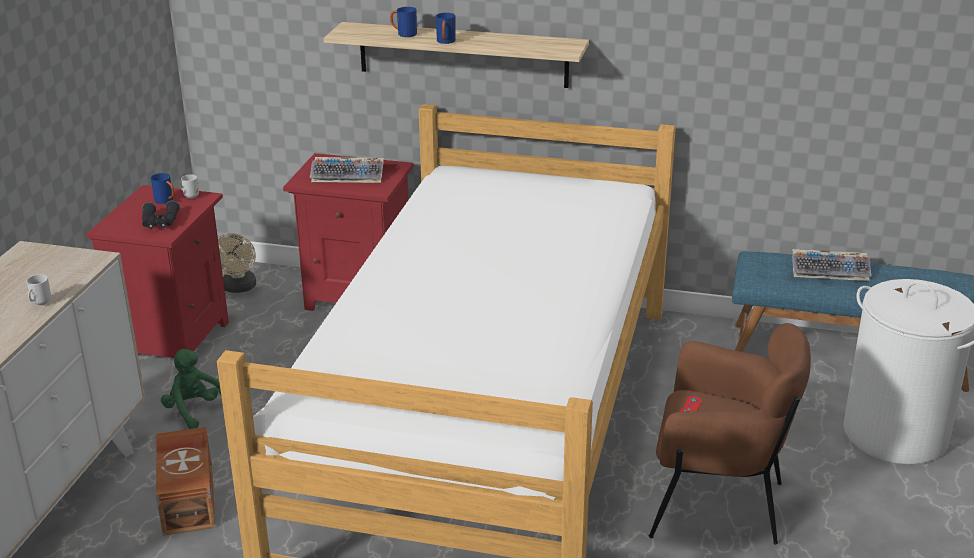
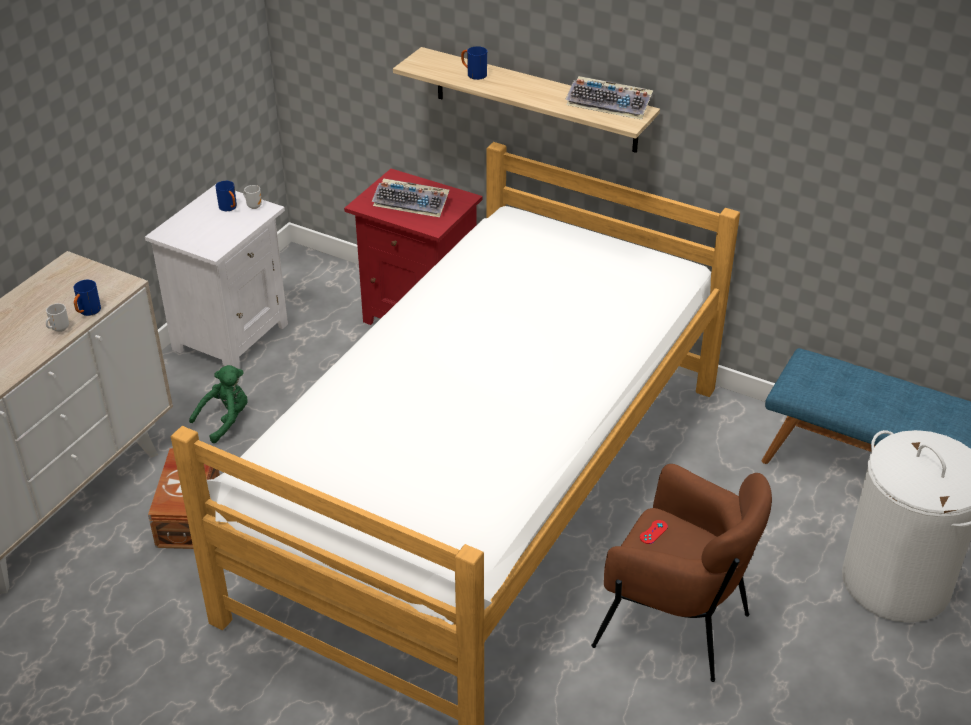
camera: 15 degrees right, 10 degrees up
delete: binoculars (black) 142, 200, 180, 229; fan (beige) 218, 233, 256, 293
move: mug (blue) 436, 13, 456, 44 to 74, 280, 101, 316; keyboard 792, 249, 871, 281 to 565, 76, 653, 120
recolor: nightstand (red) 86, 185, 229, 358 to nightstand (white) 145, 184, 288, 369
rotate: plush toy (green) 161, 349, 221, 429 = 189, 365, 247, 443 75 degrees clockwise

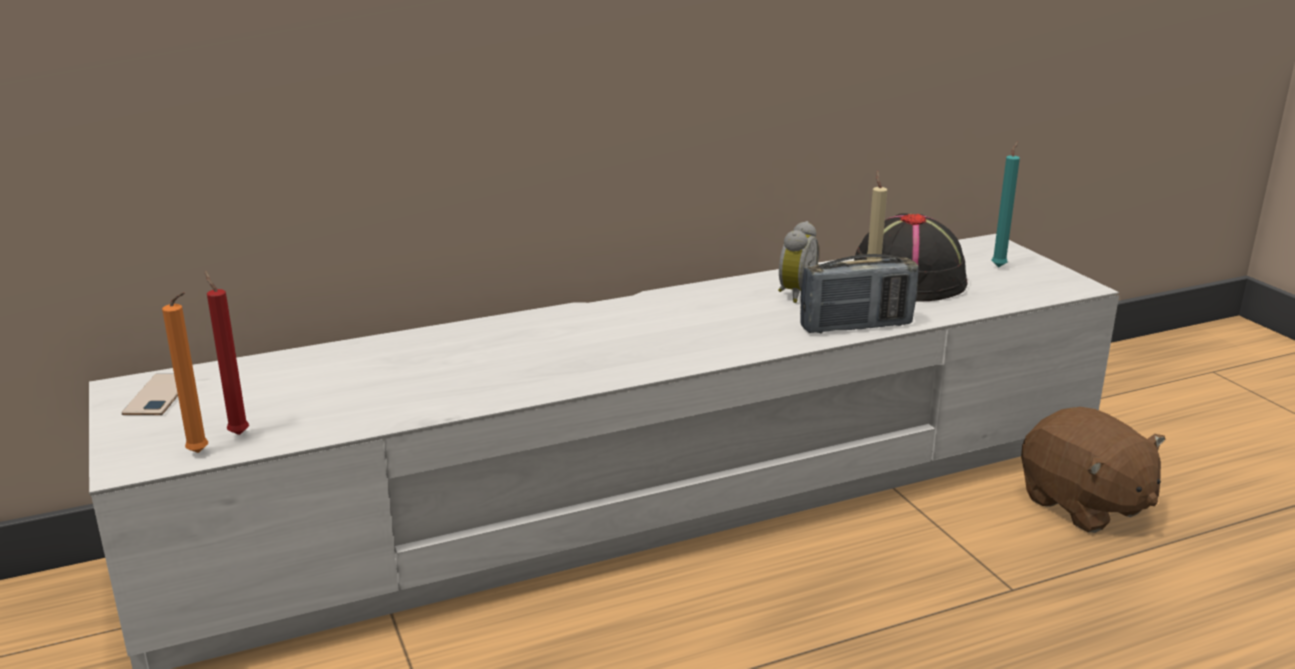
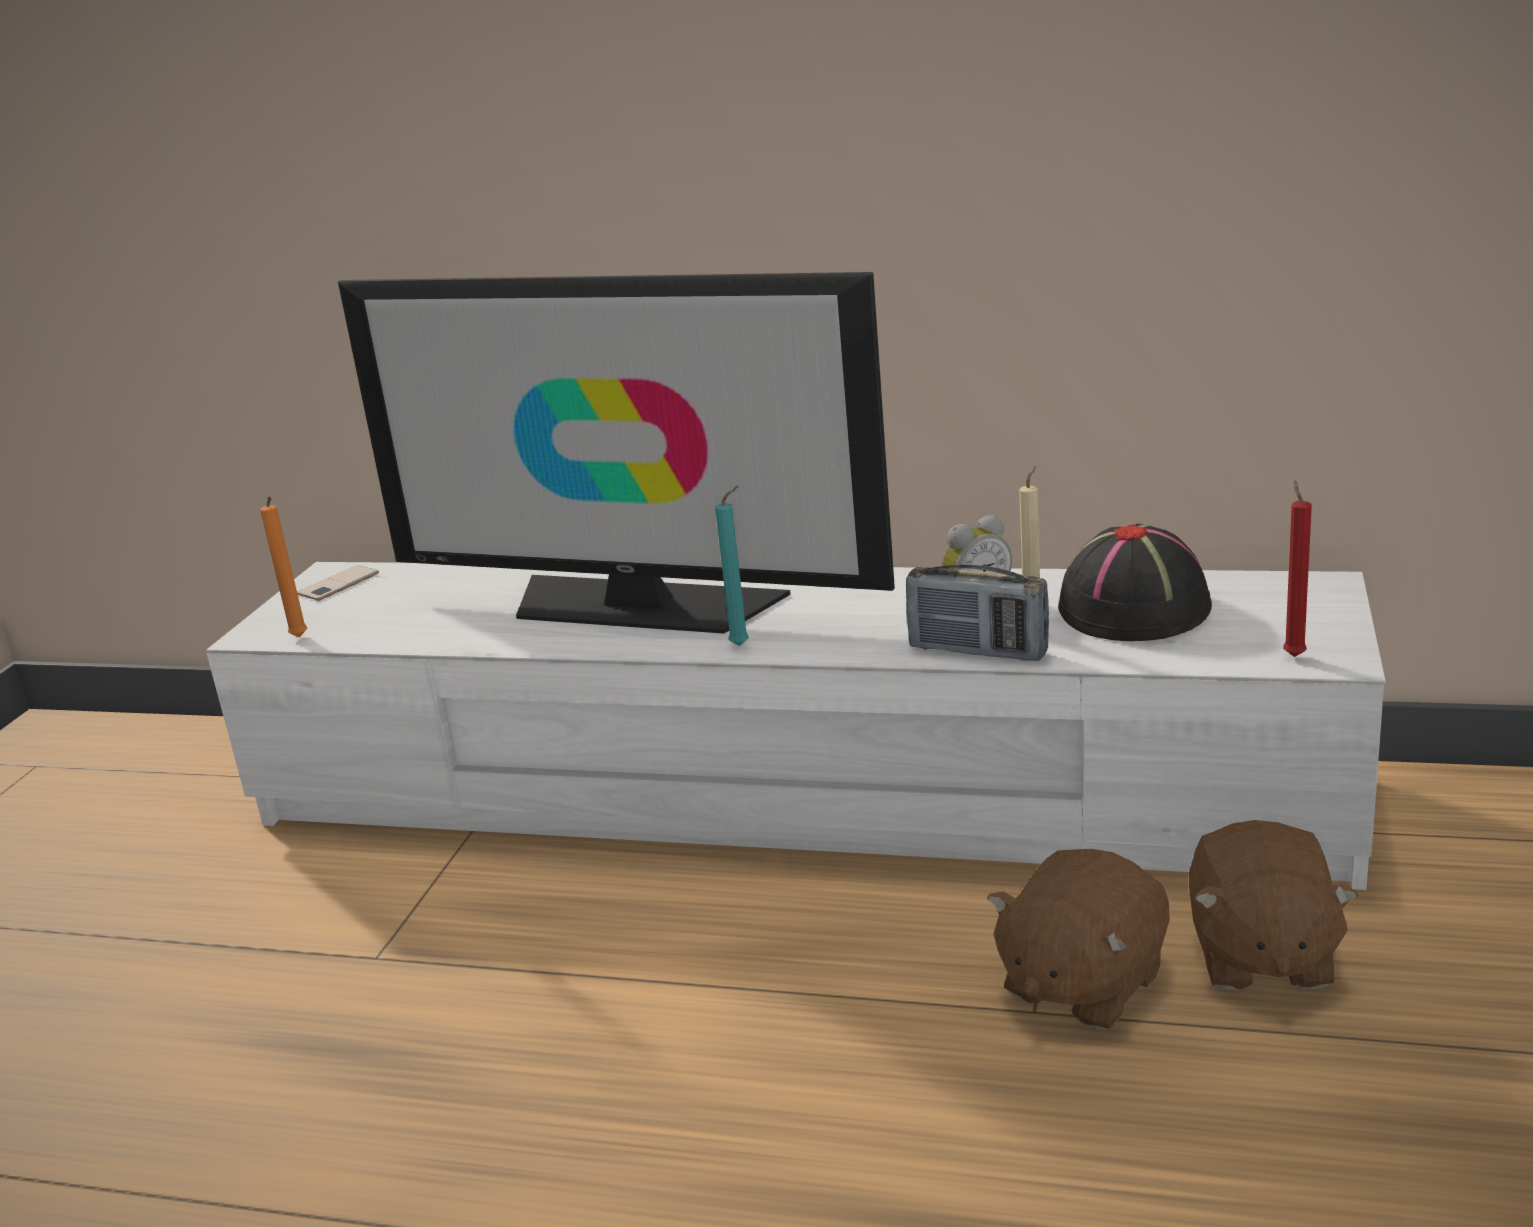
camera: 40 degrees right, 0 degrees up
insert: television 338, 272, 895, 634; plush toy (brown) 987, 849, 1170, 1030
move: candle (turquoise) 991, 141, 1020, 267 to 715, 486, 749, 646; candle (red) 204, 271, 249, 435 to 1283, 480, 1312, 657

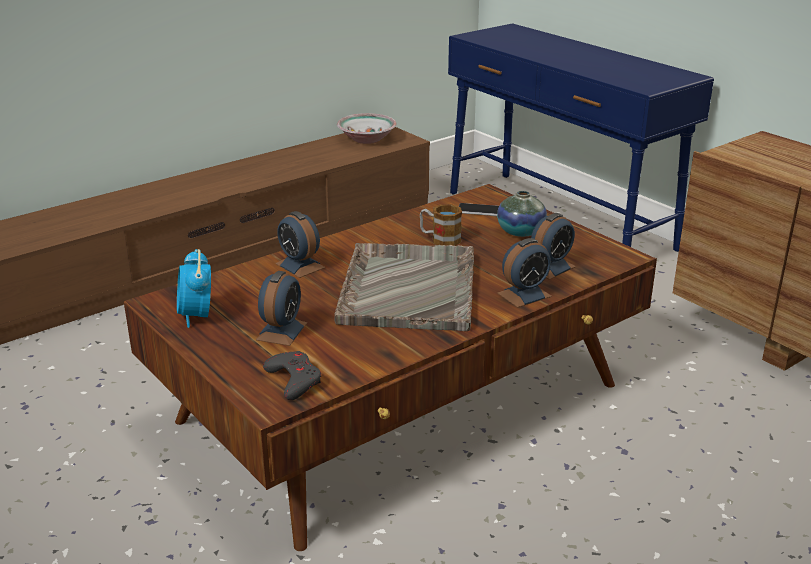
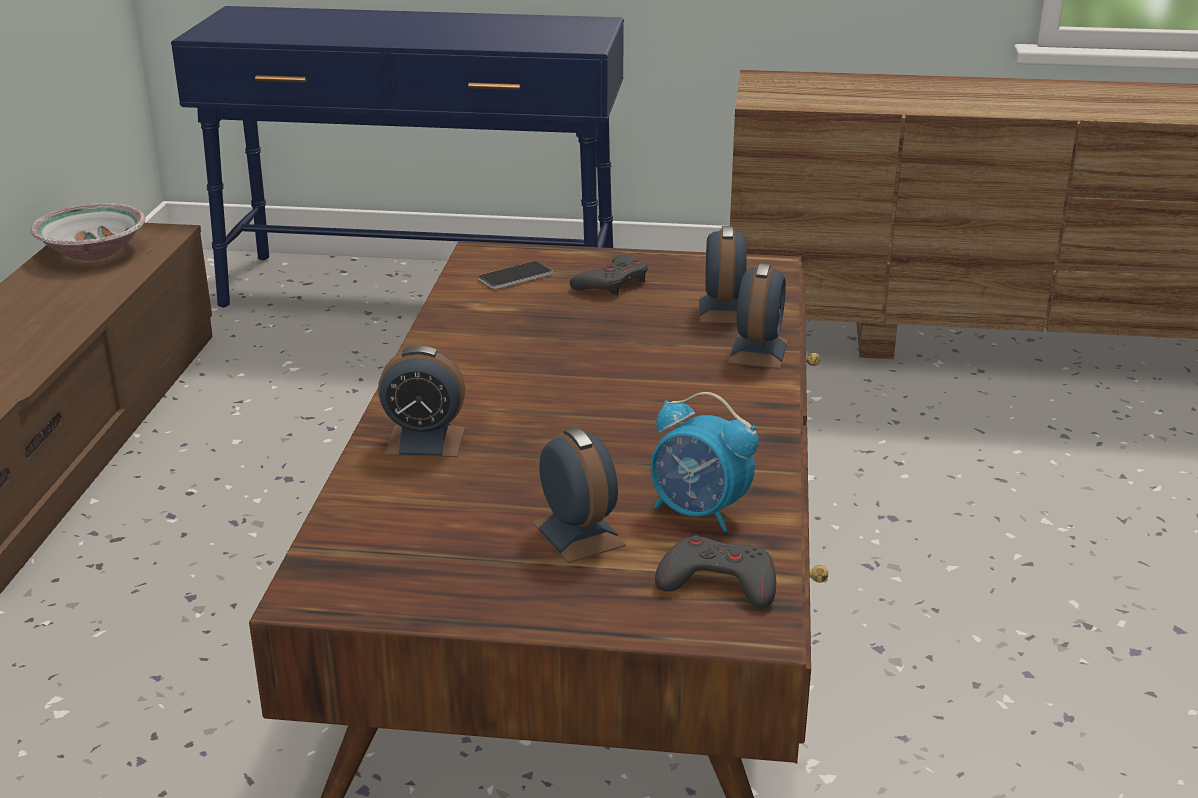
camera: 45 degrees left, 0 degrees up
delete: tray (grey) 334, 243, 474, 331; mug 420, 204, 462, 246
move: alarm clock 177, 249, 211, 328 to 650, 392, 759, 531
replace: vase 497, 191, 547, 237 to game controller (grey) 570, 255, 648, 296

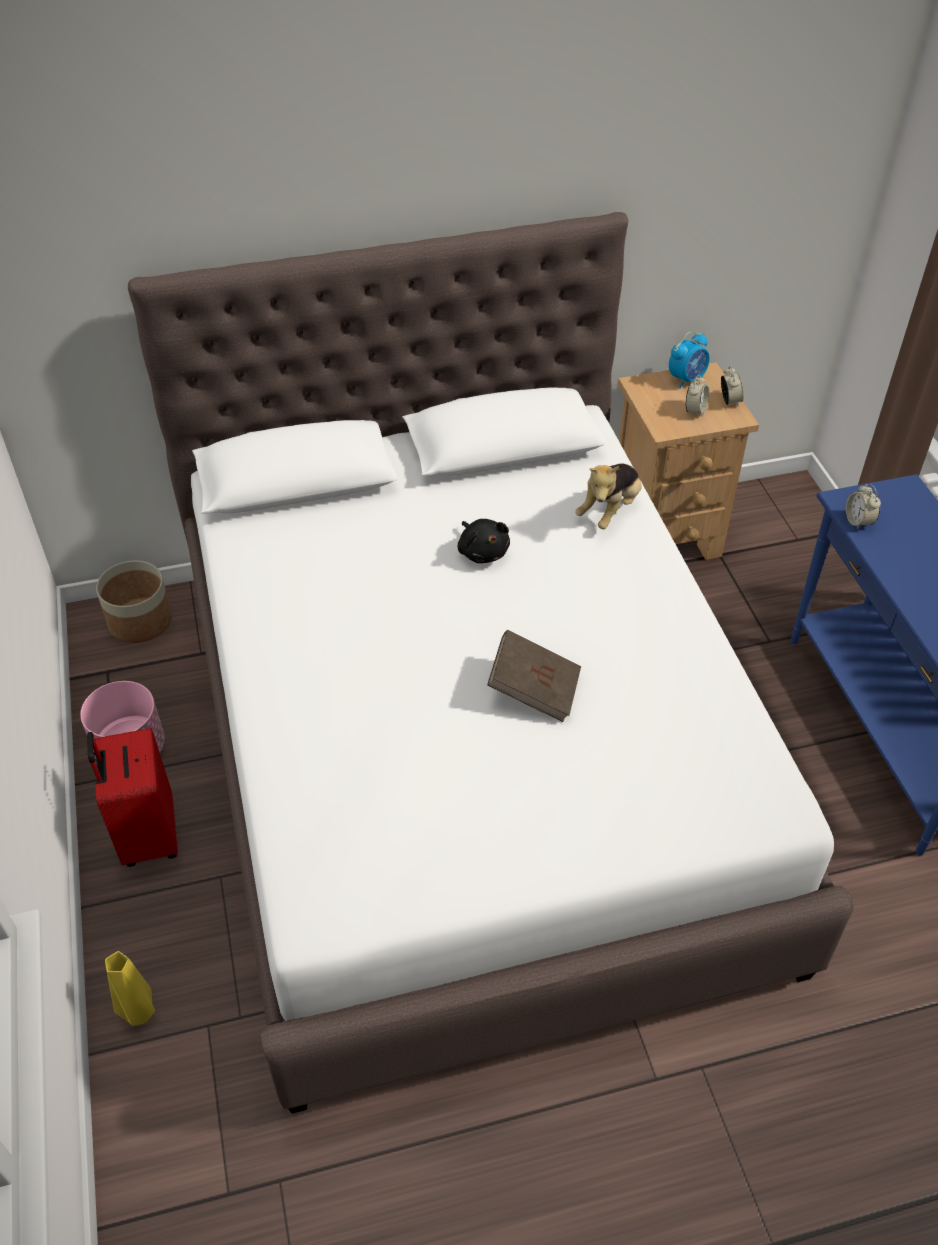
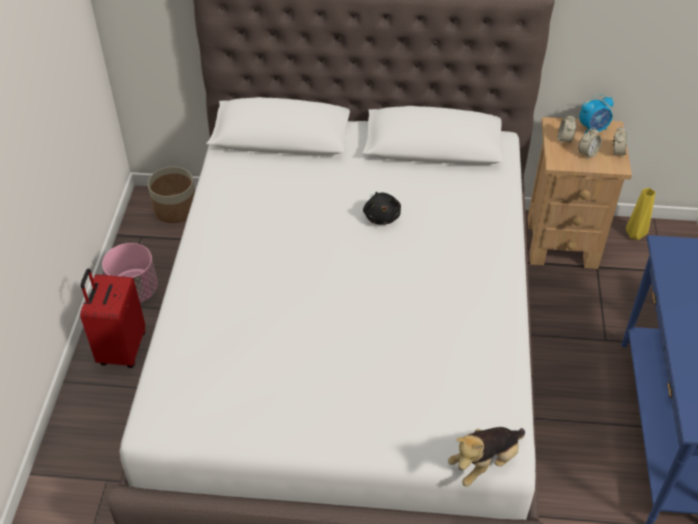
camera: 20 degrees right, 0 degrees up
delete: book (brown) 487, 630, 581, 722
move: plush toy 575, 463, 642, 529 to 448, 427, 525, 487; alarm clock 846, 484, 881, 530 to 558, 115, 576, 144; vase (yellow) 105, 951, 155, 1026 to 626, 188, 656, 240

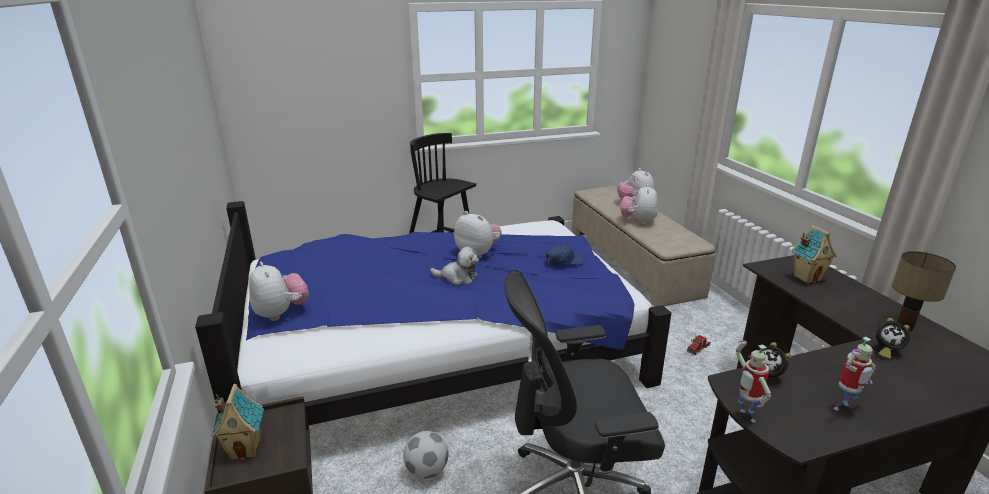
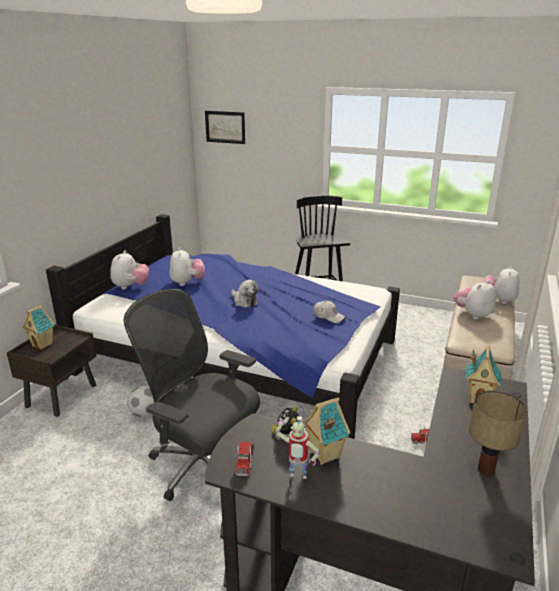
camera: 40 degrees right, 0 degrees up
delete: toy robot 736, 340, 771, 423; alarm clock 876, 318, 910, 359
insert: picture 205, 111, 245, 144; toy truck 235, 442, 254, 476; toy house 303, 397, 350, 465
move: plush toy 454, 211, 502, 259 to 170, 247, 205, 286
recolor: cap (blue) 546, 243, 584, 265 to cap (white) 313, 301, 345, 323

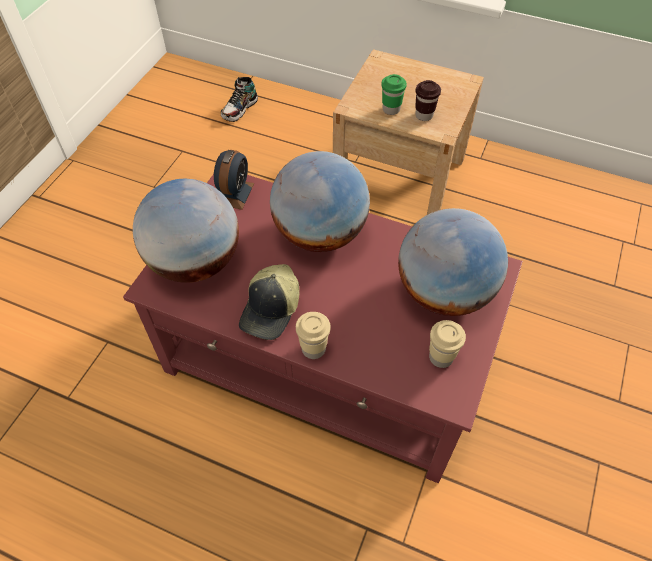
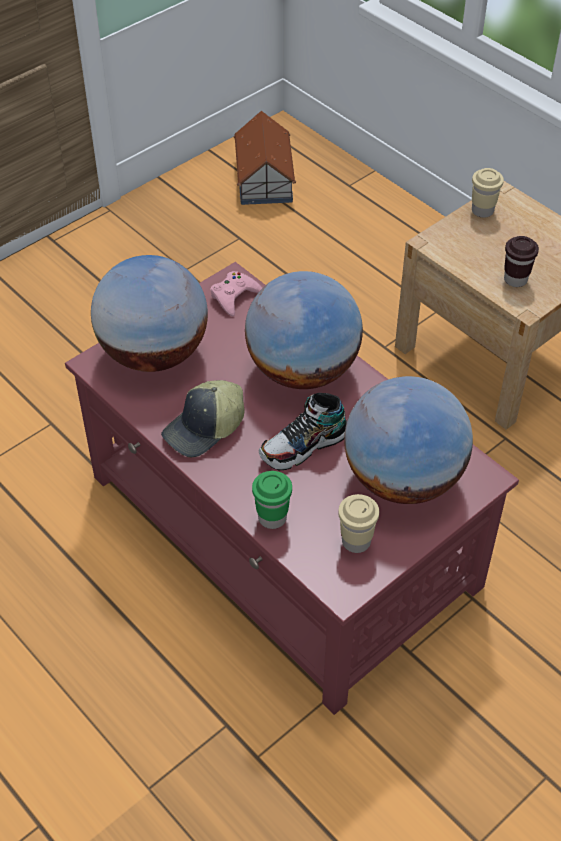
camera: 25 degrees right, 5 degrees down
insert: toy house 233, 111, 296, 205
move: cup (green) 381, 74, 407, 115 to 252, 471, 292, 529; shoe 221, 77, 258, 122 to 259, 393, 347, 470; cup (beige) 296, 312, 330, 359 to 472, 168, 504, 218
replace: alarm clock 214, 150, 254, 210 to game controller (pink) 210, 271, 262, 316

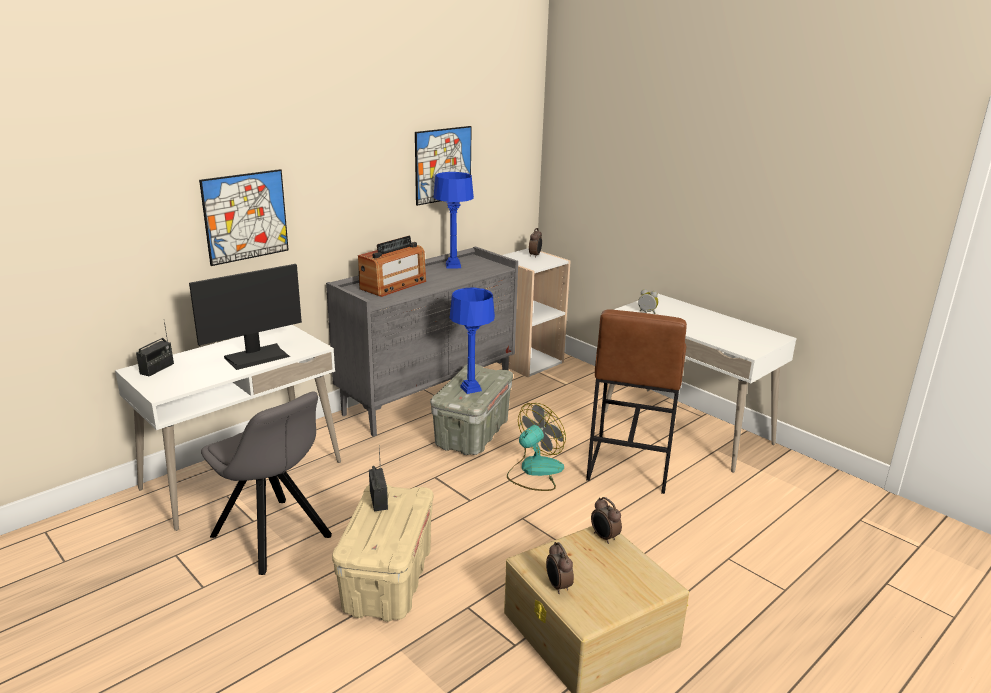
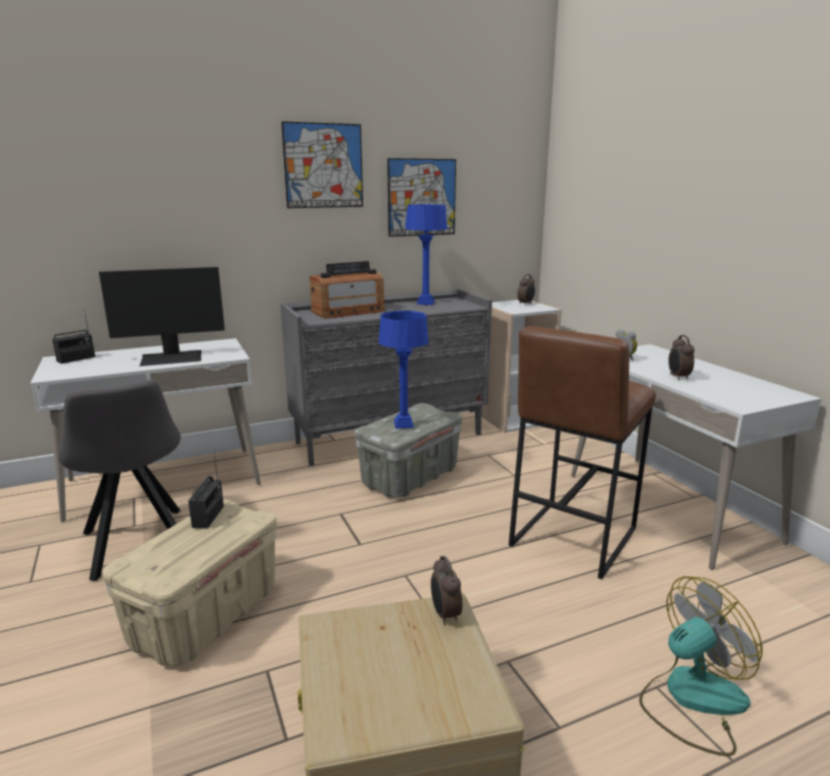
camera: 20 degrees right, 5 degrees down
move: picture 199, 169, 289, 266 to 281, 121, 363, 208; fan 507, 403, 566, 491 to 639, 576, 762, 756; alarm clock 546, 542, 574, 594 to 668, 335, 694, 380

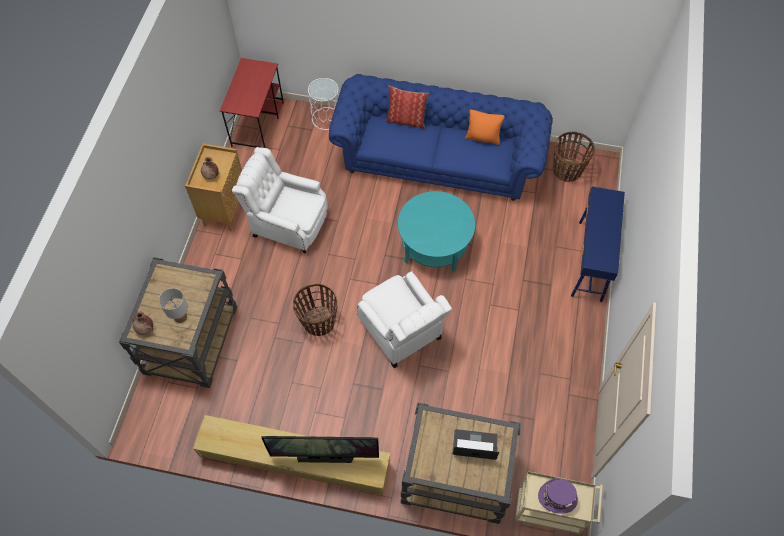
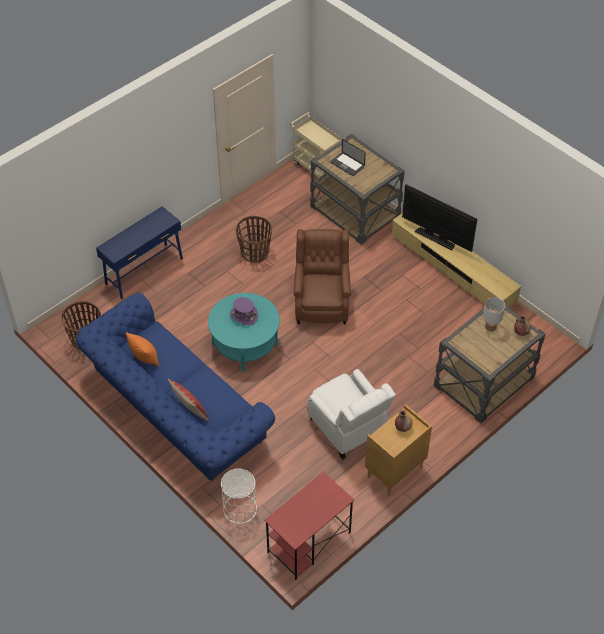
camera: 145 degrees left, 10 degrees down
move: hat (purple) 538, 478, 578, 514 to 230, 297, 258, 325; basket 293, 283, 338, 336 to 236, 216, 272, 263
recolor: armchair (white) 357, 271, 452, 368 to armchair (brown) 294, 229, 351, 325

